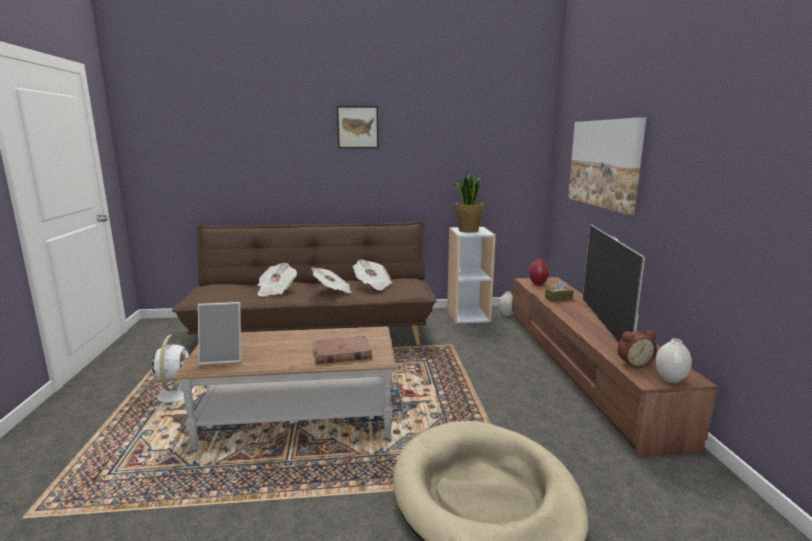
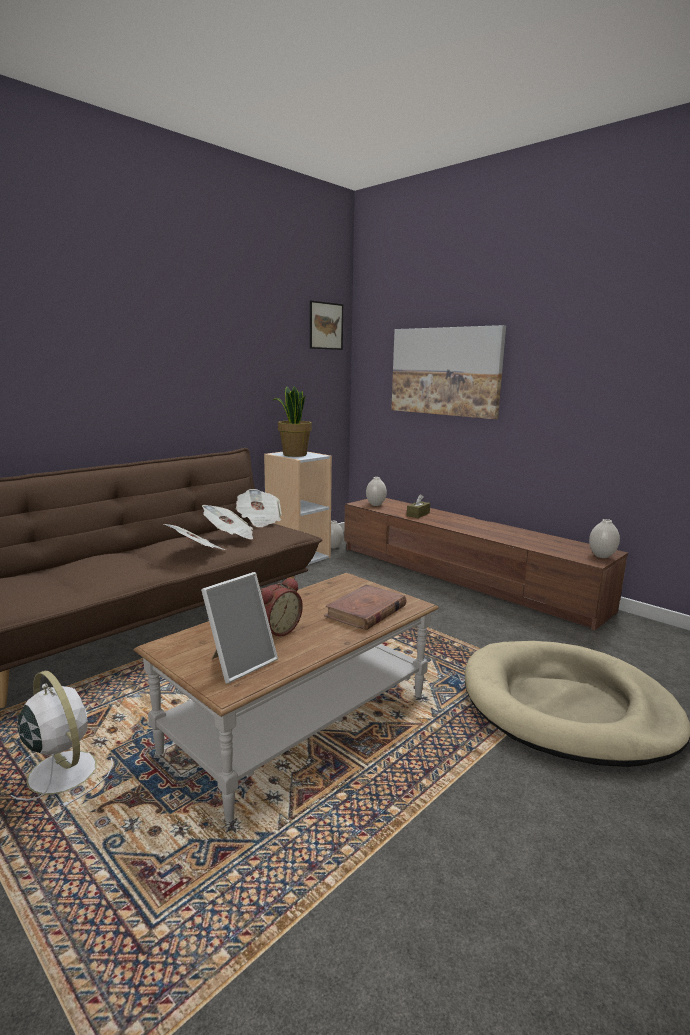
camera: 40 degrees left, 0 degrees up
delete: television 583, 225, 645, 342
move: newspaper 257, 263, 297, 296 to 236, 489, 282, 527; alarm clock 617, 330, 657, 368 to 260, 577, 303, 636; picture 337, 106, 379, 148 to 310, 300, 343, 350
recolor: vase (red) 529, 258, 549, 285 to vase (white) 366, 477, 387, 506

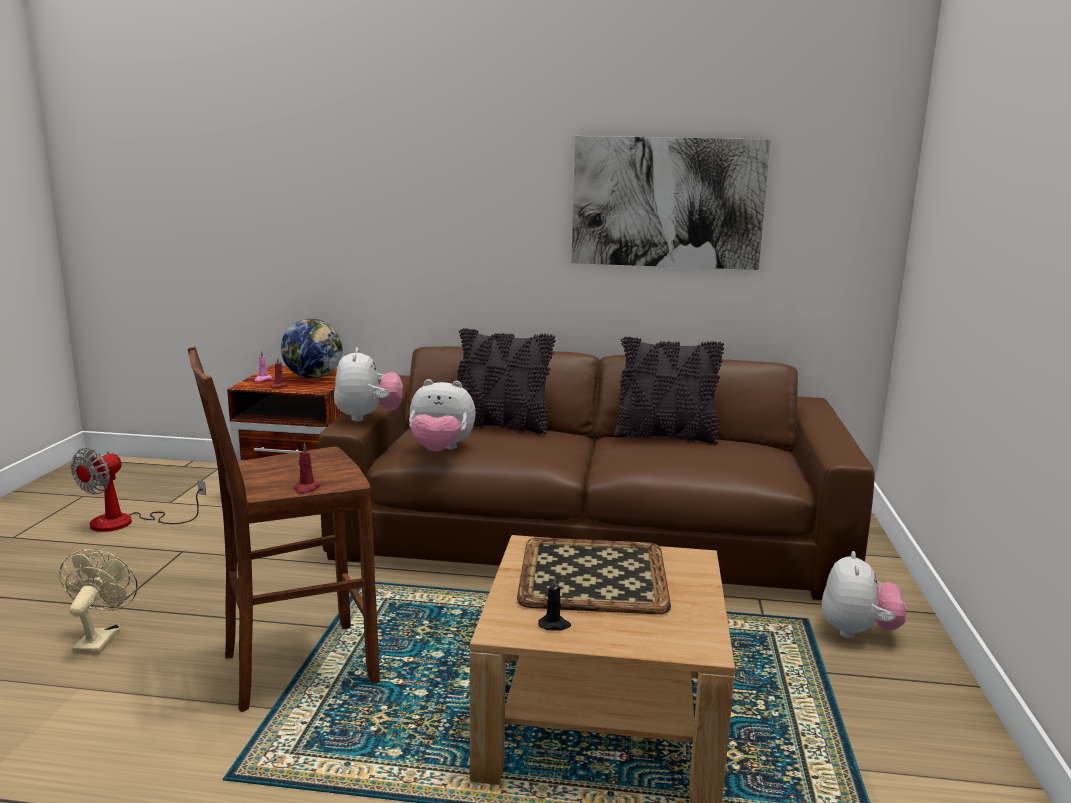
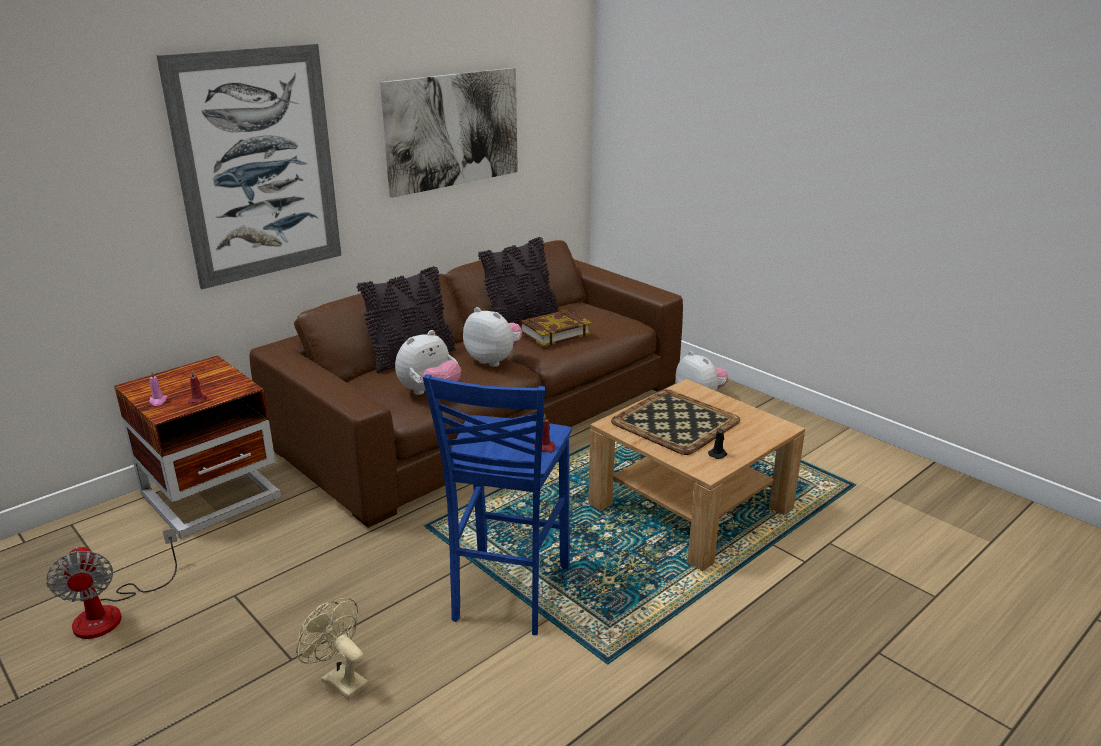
camera: 50 degrees left, 10 degrees up
delete: globe 281, 319, 343, 378
insert: picture 156, 44, 341, 289; book 519, 309, 592, 347
move: plush toy 334, 347, 403, 422 to 463, 307, 522, 367
recolor: stool (brown) 188, 347, 380, 712 to stool (blue) 423, 374, 571, 635

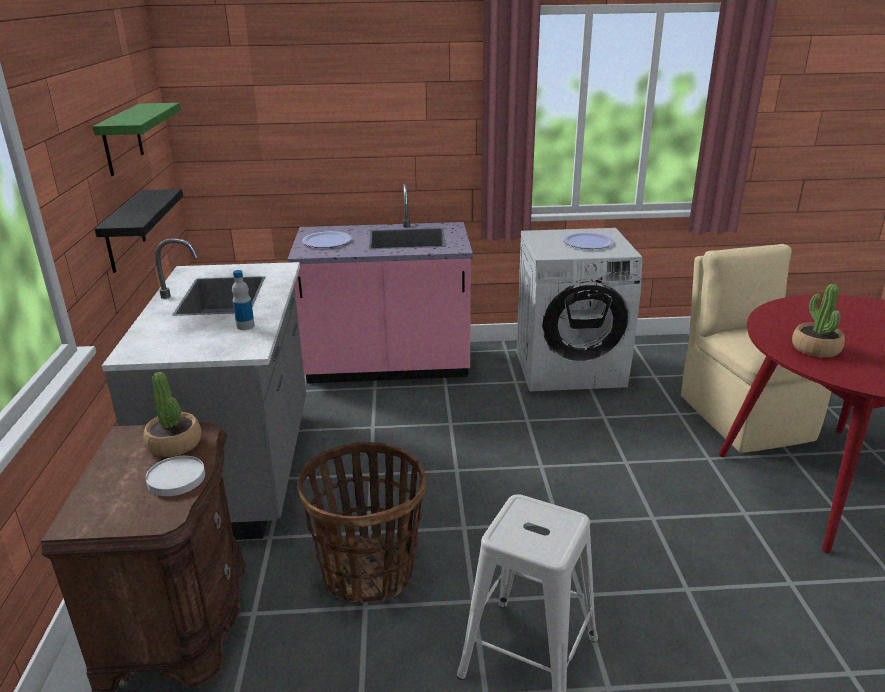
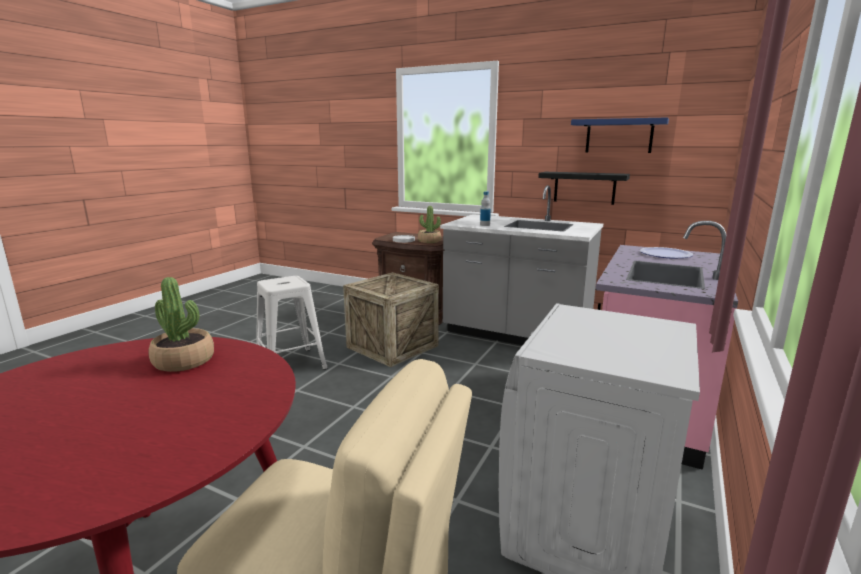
camera: 120 degrees right, 10 degrees down
delete: plate 563, 232, 614, 249
replace: basket 297, 442, 426, 603 to crate 343, 272, 439, 367
recolor: shelf (green) 92, 103, 181, 176 to shelf (blue) 571, 117, 669, 153

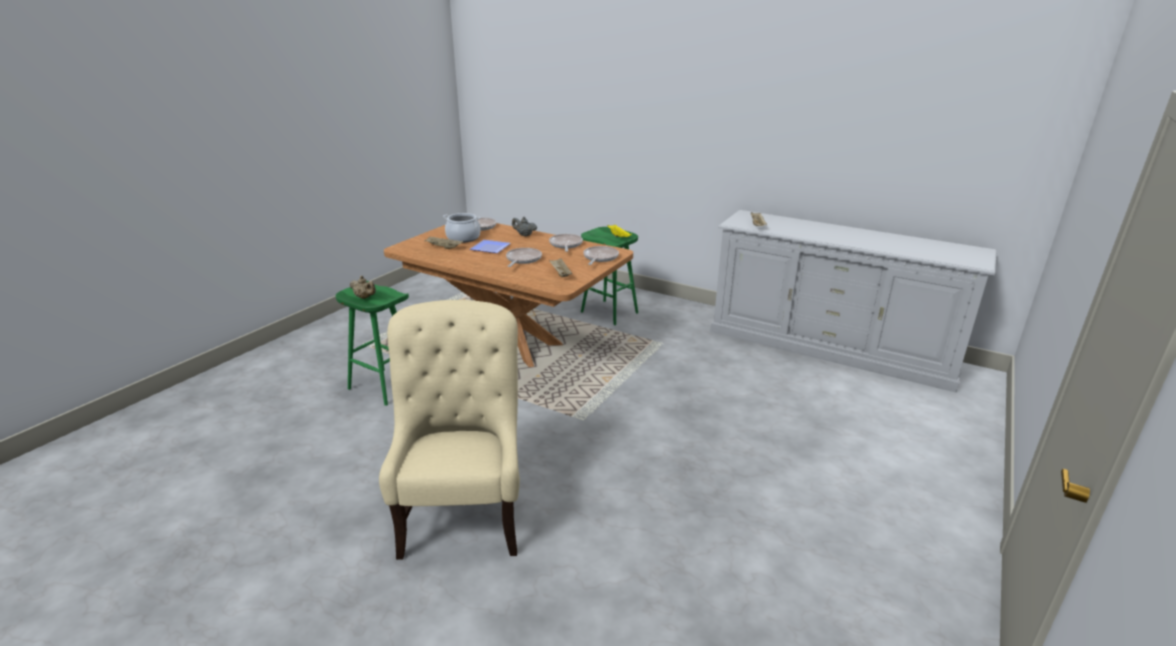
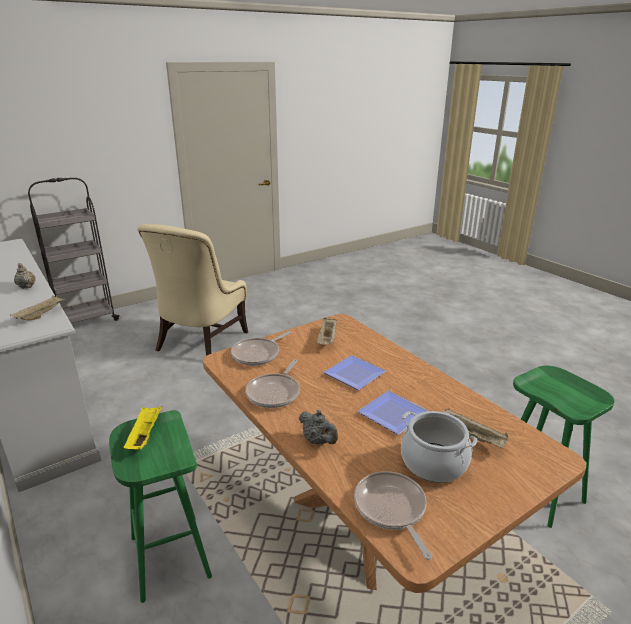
camera: 155 degrees left, 0 degrees up
insert: cart (grey) 28, 178, 121, 323
move: teapot (beige) 350, 276, 376, 299 to 14, 263, 36, 289; chair (beige) 379, 300, 520, 560 to 137, 224, 248, 356
replace: frying pan 506, 248, 542, 267 to plate 323, 355, 386, 390

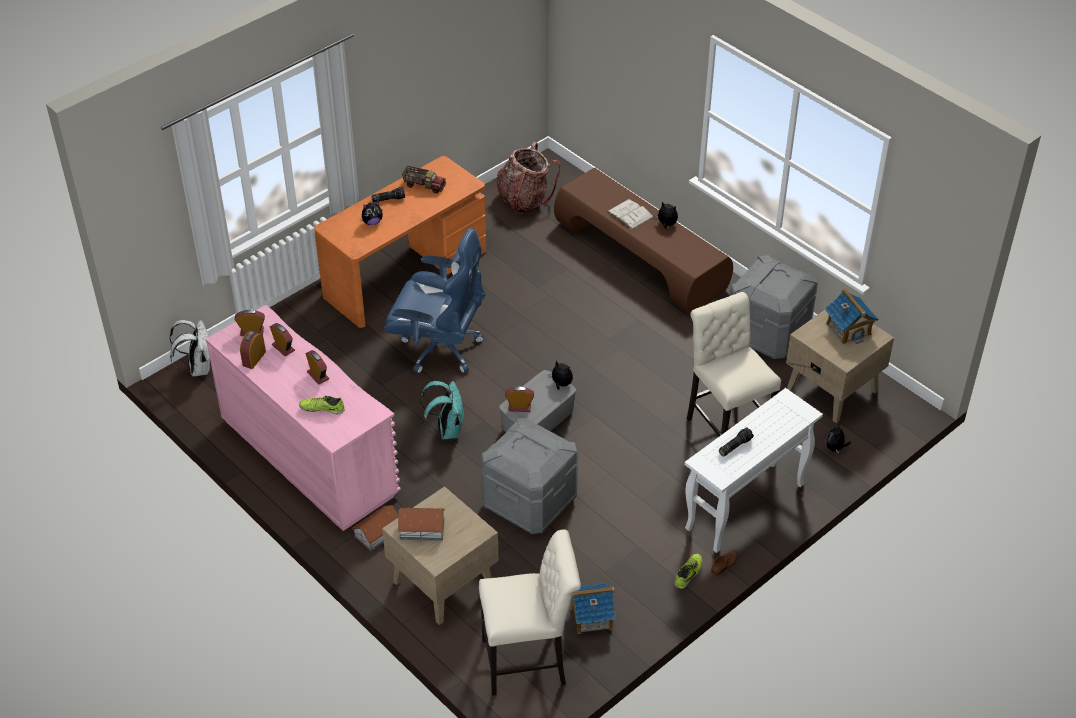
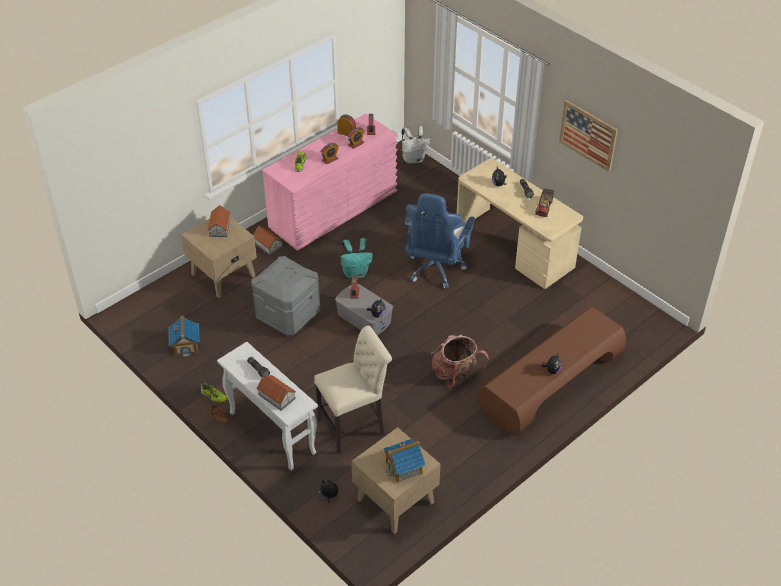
camera: 90 degrees right, 0 degrees up
delete: stool (beige) 479, 529, 581, 696; book (white) 607, 199, 654, 230; storage box (grey) 730, 255, 818, 359
insert: toy house 257, 375, 296, 411; picture 559, 100, 618, 172
move: backpack 496, 142, 560, 214 to 431, 334, 489, 388
recolor: desk (orange) 314, 156, 486, 328 to desk (beige) 457, 158, 583, 289

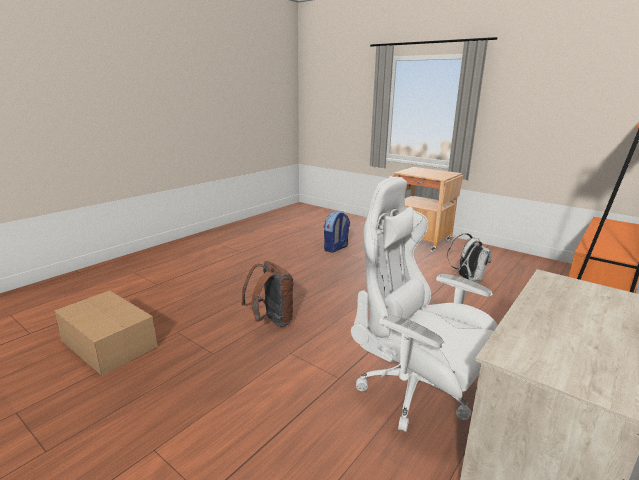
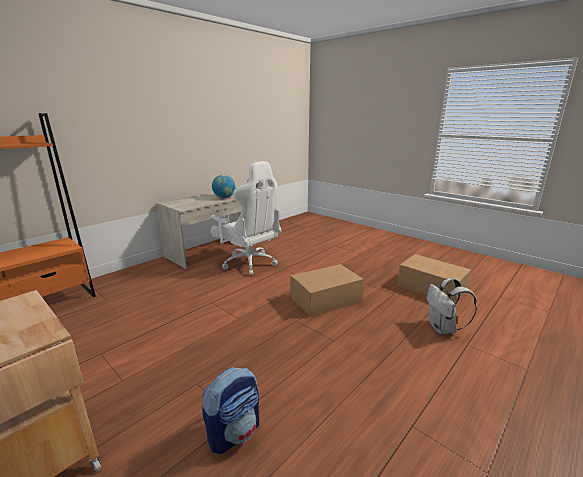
camera: 175 degrees left, 0 degrees up
insert: globe 212, 175, 235, 198
move: backpack (white) 447, 233, 492, 281 to 426, 278, 477, 334
replace: backpack (brown) 241, 261, 294, 327 to cardboard box 291, 264, 364, 317

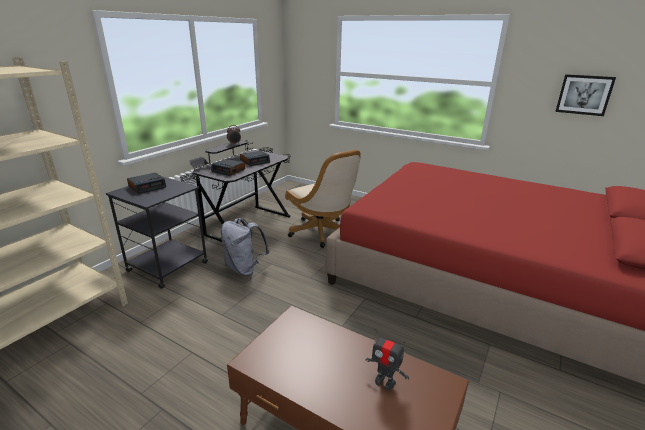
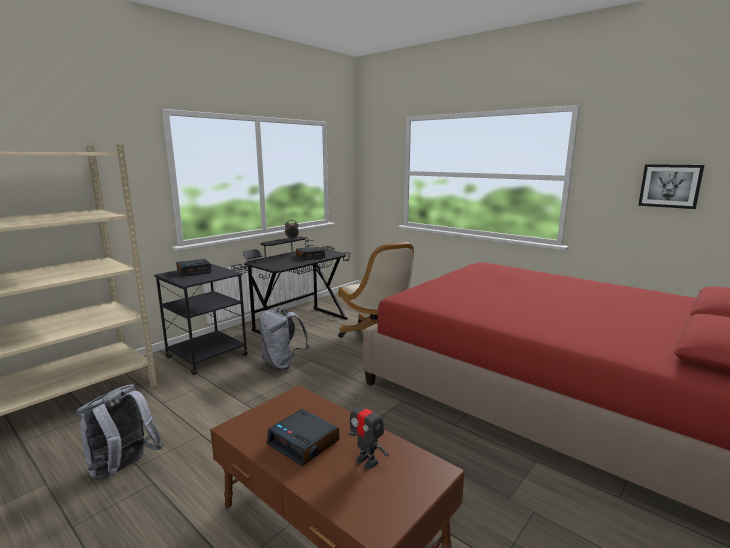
camera: 10 degrees right, 10 degrees down
insert: backpack (grey) 76, 384, 164, 480
move: alarm clock 211, 159, 245, 176 to 267, 409, 339, 467

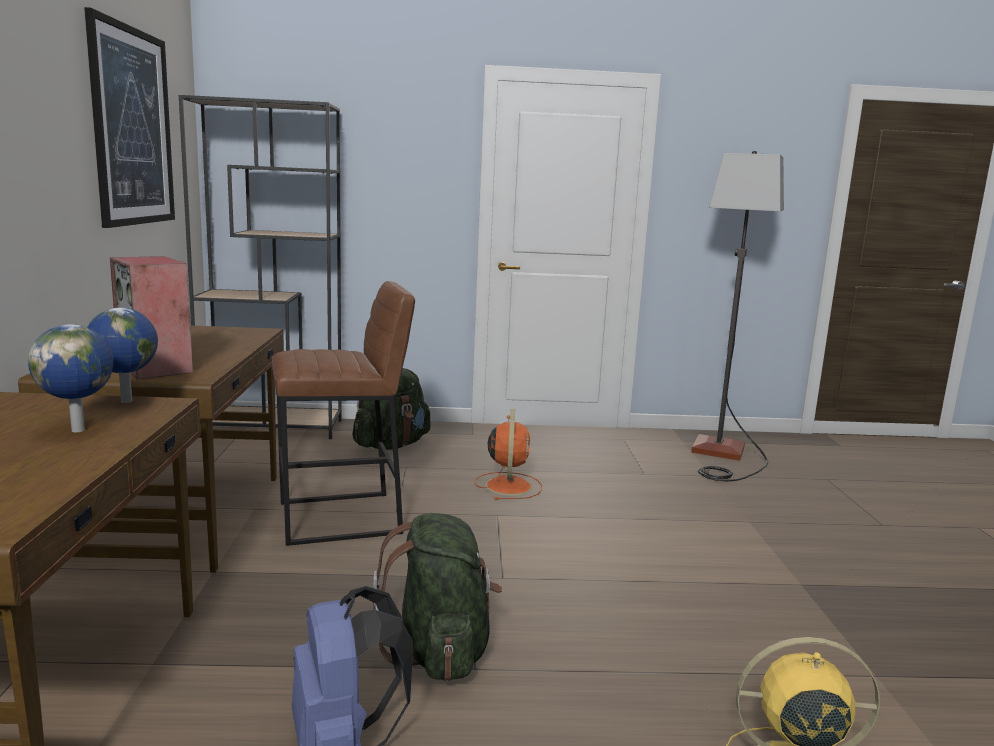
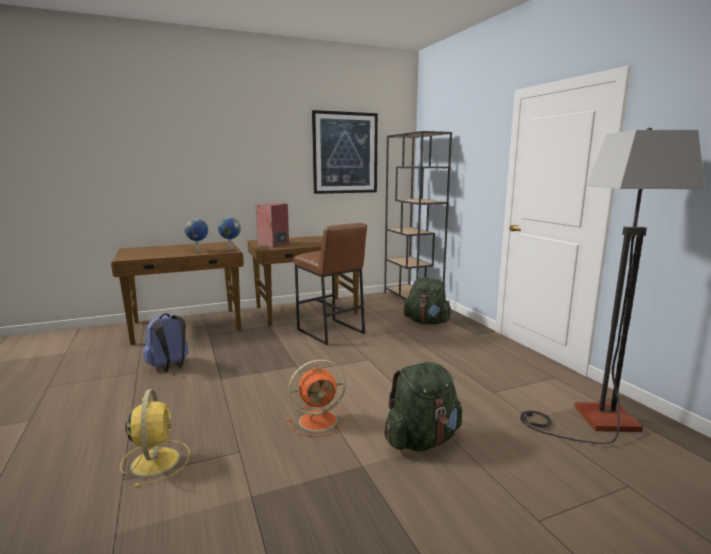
camera: 70 degrees right, 0 degrees up
move: fan (orange) 475, 409, 542, 500 to 287, 359, 348, 437; backpack (green) 373, 513, 502, 681 to 384, 362, 462, 451

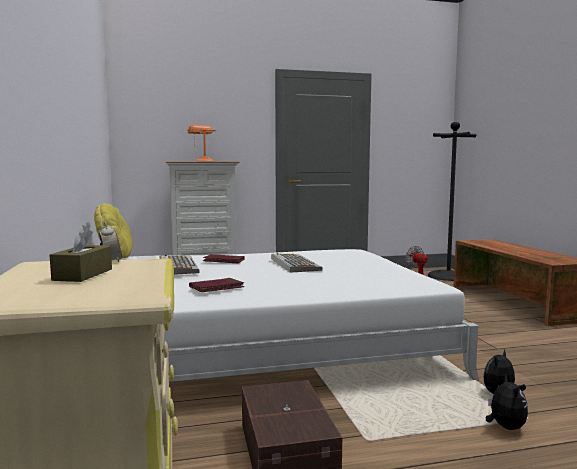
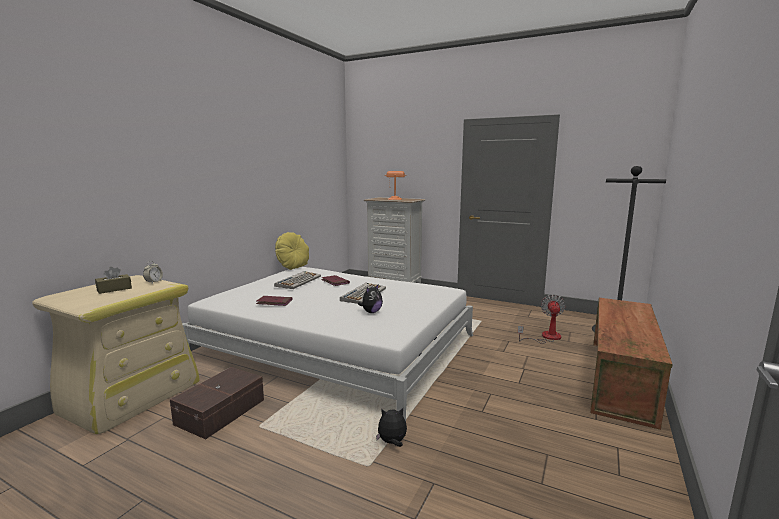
camera: 40 degrees right, 5 degrees up
move: plush toy 486, 375, 528, 430 to 358, 285, 383, 313

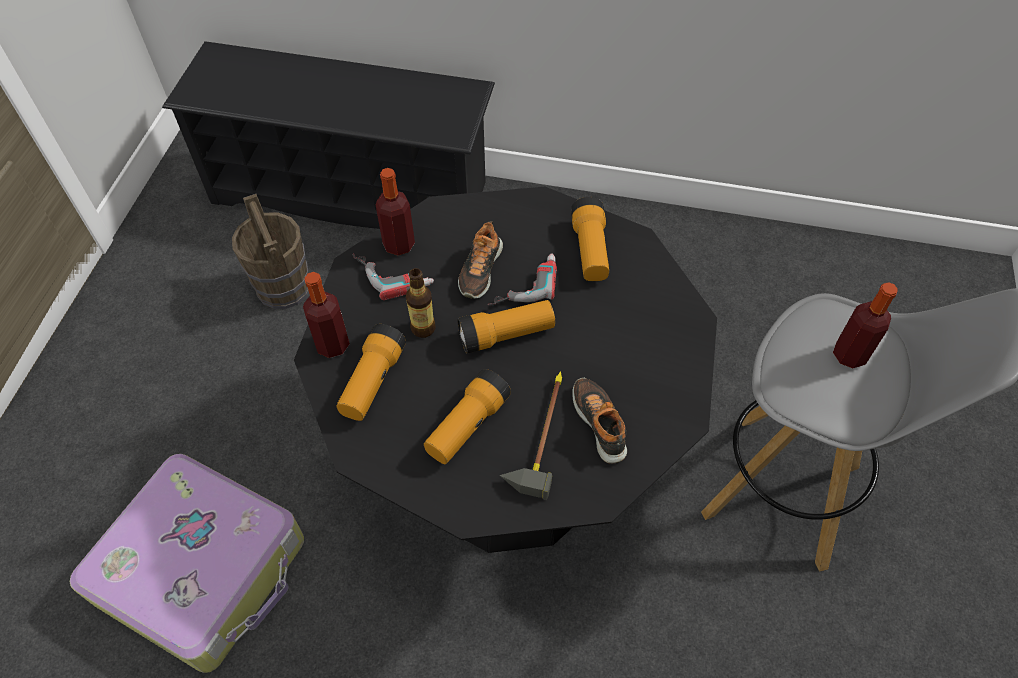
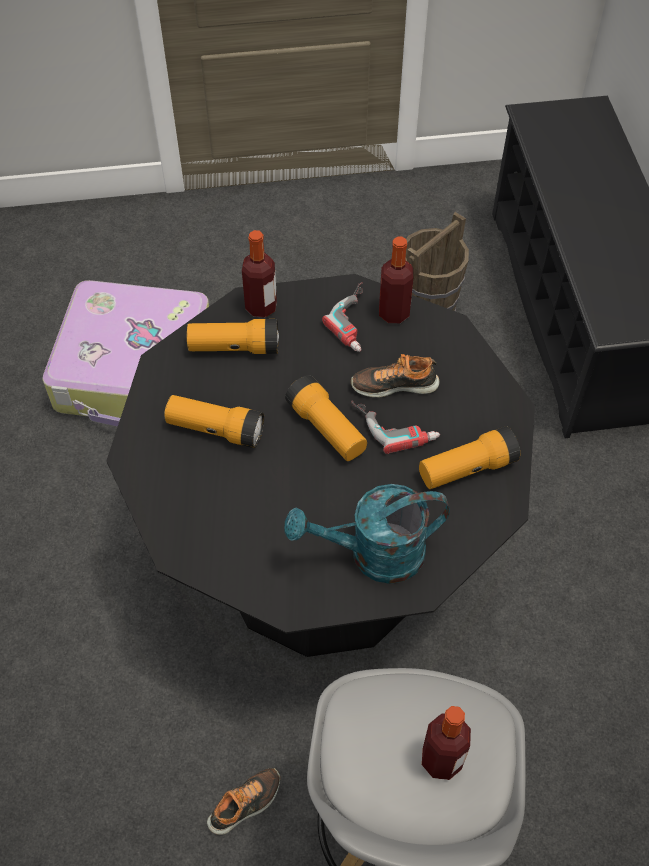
camera: 70 degrees right, 0 degrees up
delete: bottle 406, 268, 436, 338; hammer 499, 372, 562, 500
insert: watering can (turquoise) 284, 484, 450, 584
move: shoe 572, 378, 627, 464 to 207, 768, 280, 835

